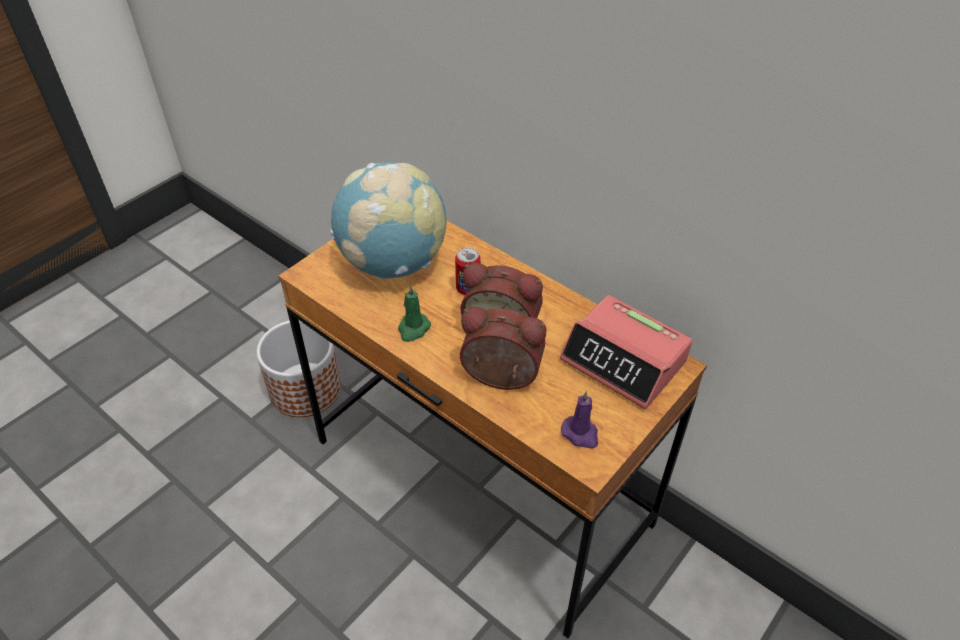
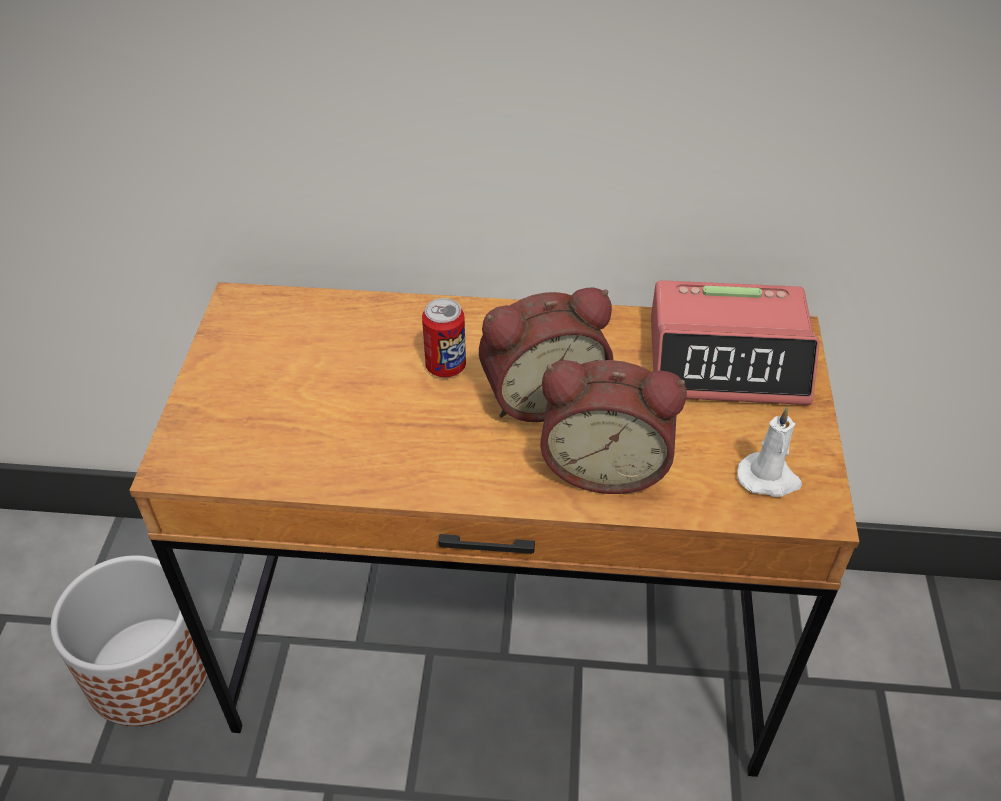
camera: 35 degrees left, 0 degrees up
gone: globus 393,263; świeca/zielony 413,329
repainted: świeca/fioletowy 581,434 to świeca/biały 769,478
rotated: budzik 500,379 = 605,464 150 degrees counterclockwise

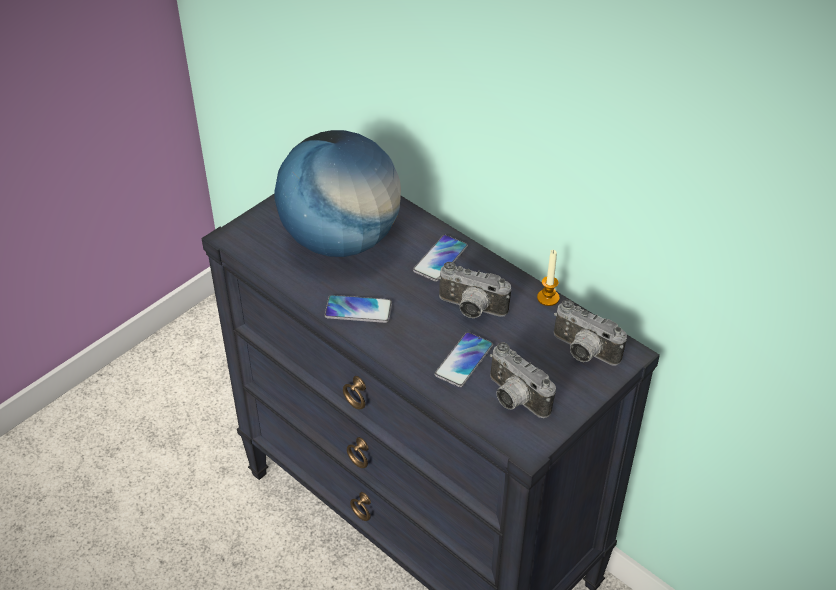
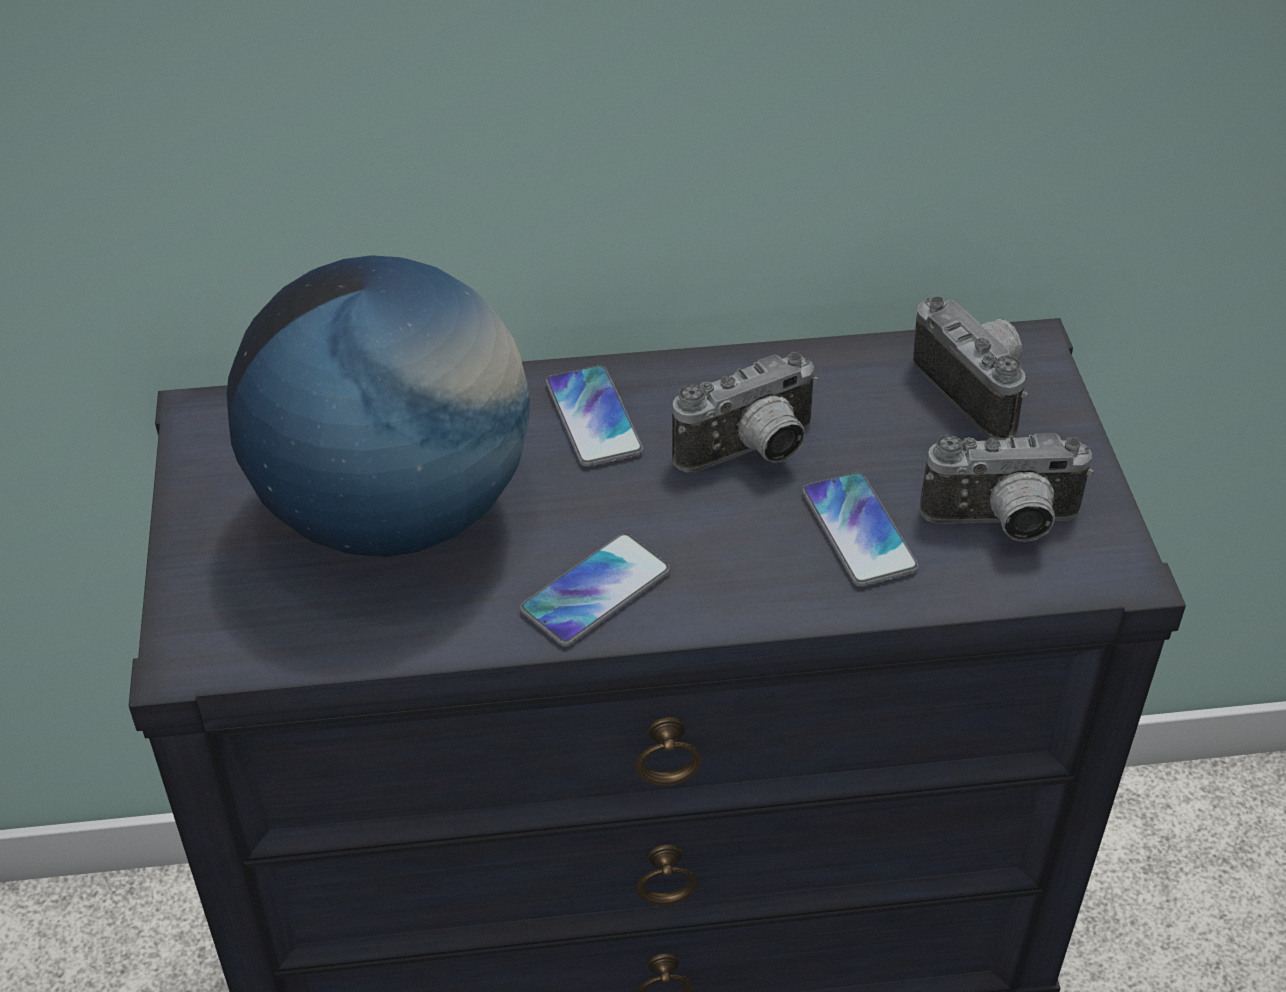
camera: 50 degrees left, 0 degrees up
gone: świeca 548,298
rotated: aparat fotograficzny 582,352 = 978,390 105 degrees counterclockwise

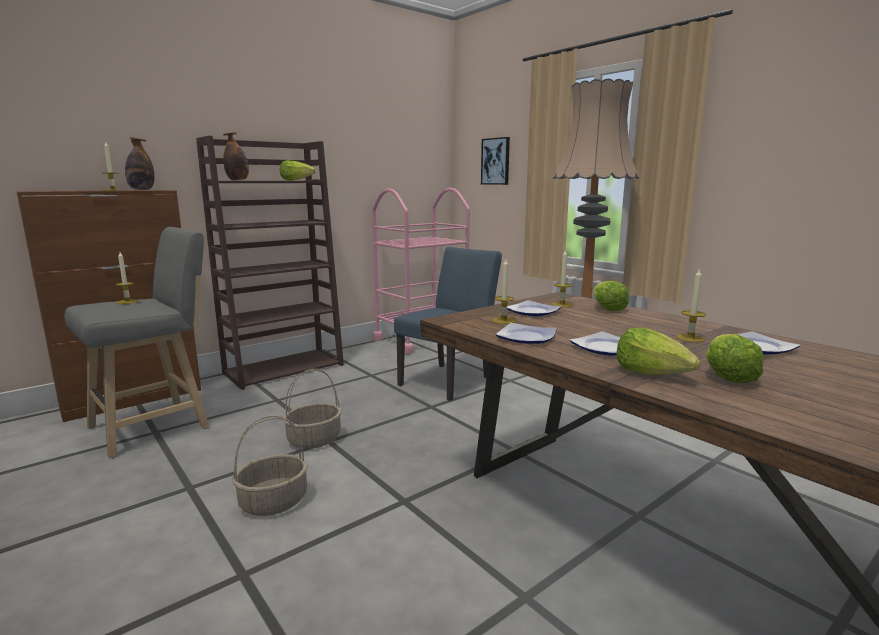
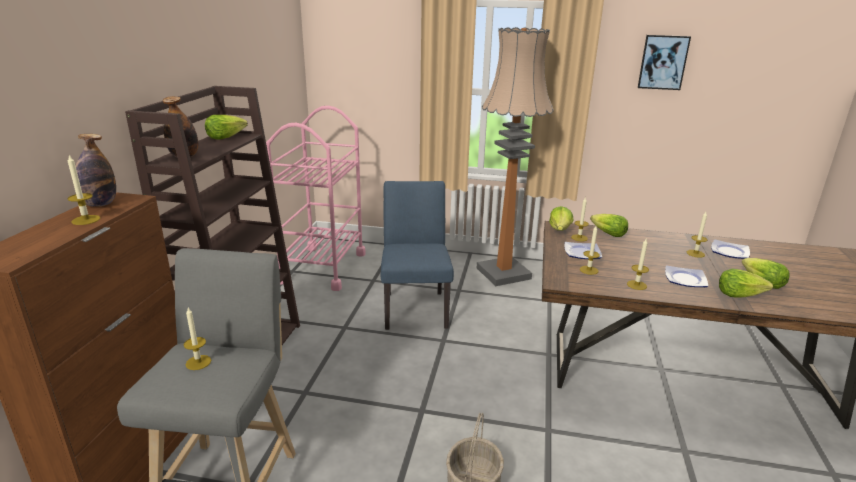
camera: 40 degrees left, 10 degrees up
gone: koszyk 314,440
new: sałata 560,229
shifted: obraz 496,161 to 663,62
swapped: talerz 527,338 to świeca 636,285

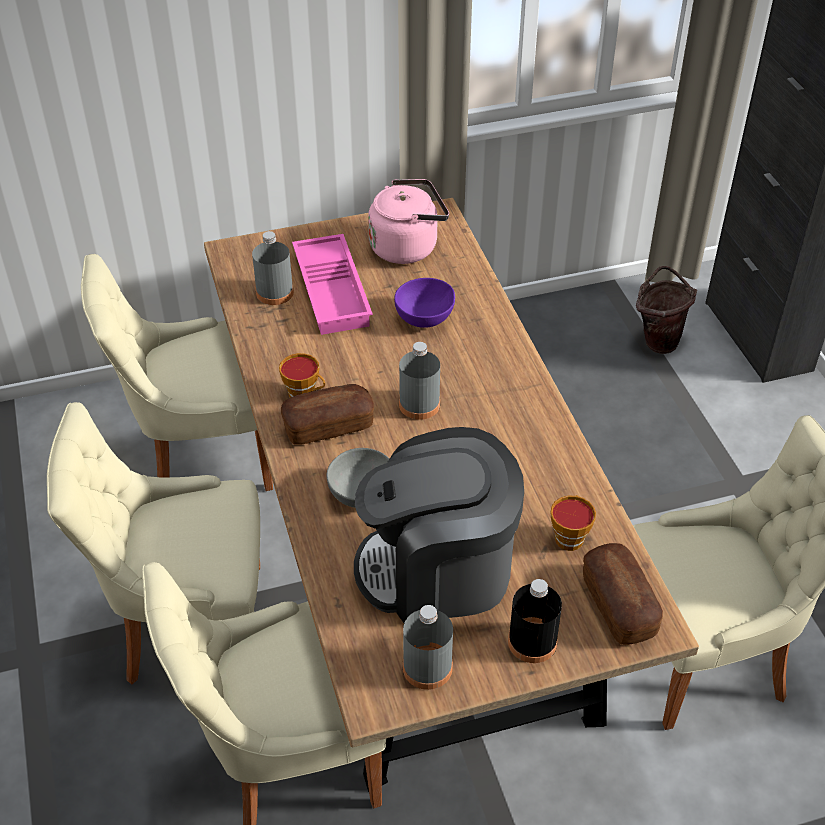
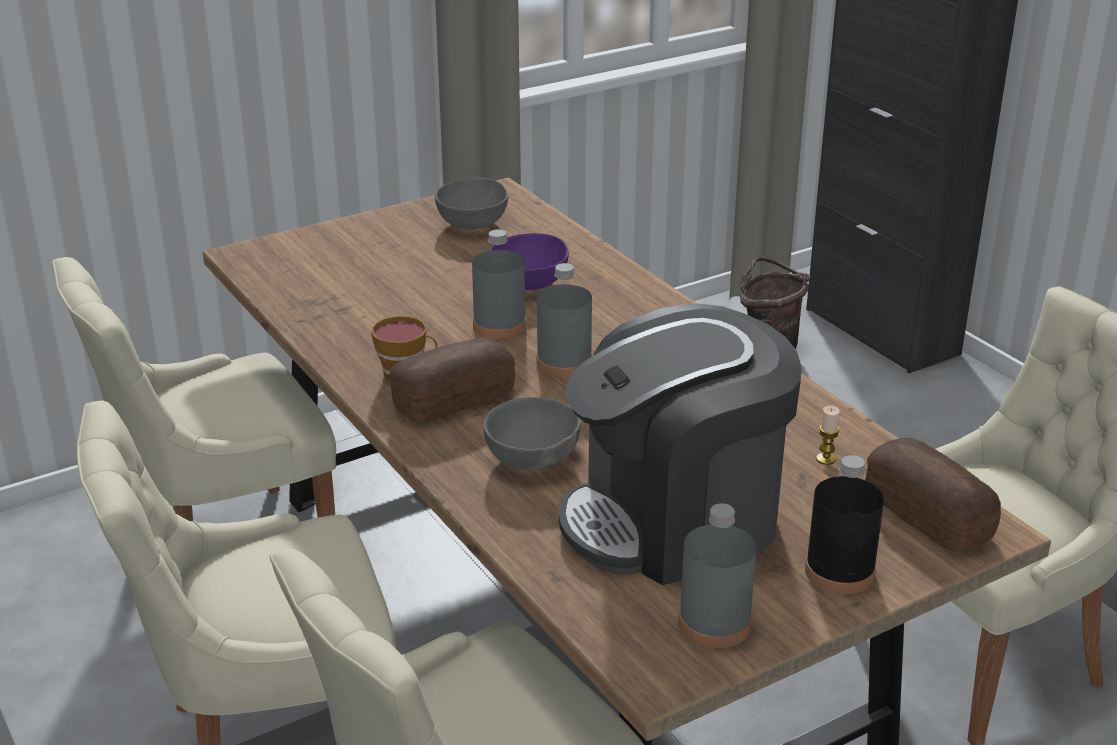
camera: 15 degrees left, 15 degrees down
gone: taca/różowy 334,291
shifted: butelka/szary 274,292 to 499,326
swapped: czajnik/różowy 407,246 to miska/szary 474,224; filiżanka 569,536 to świeca 826,459

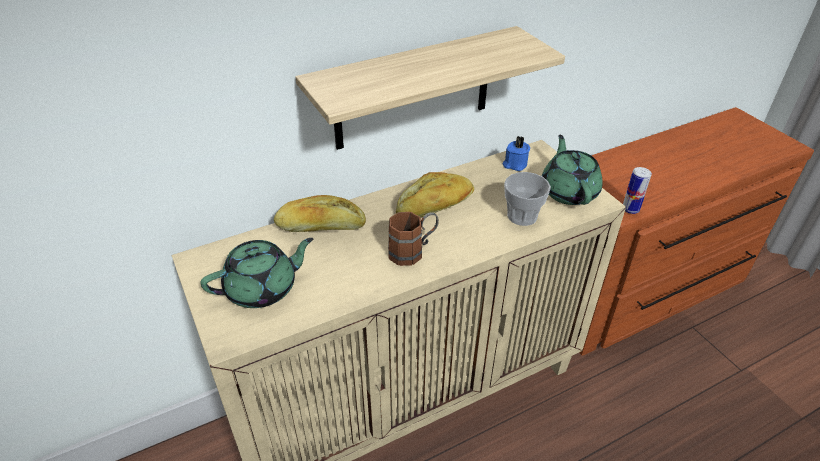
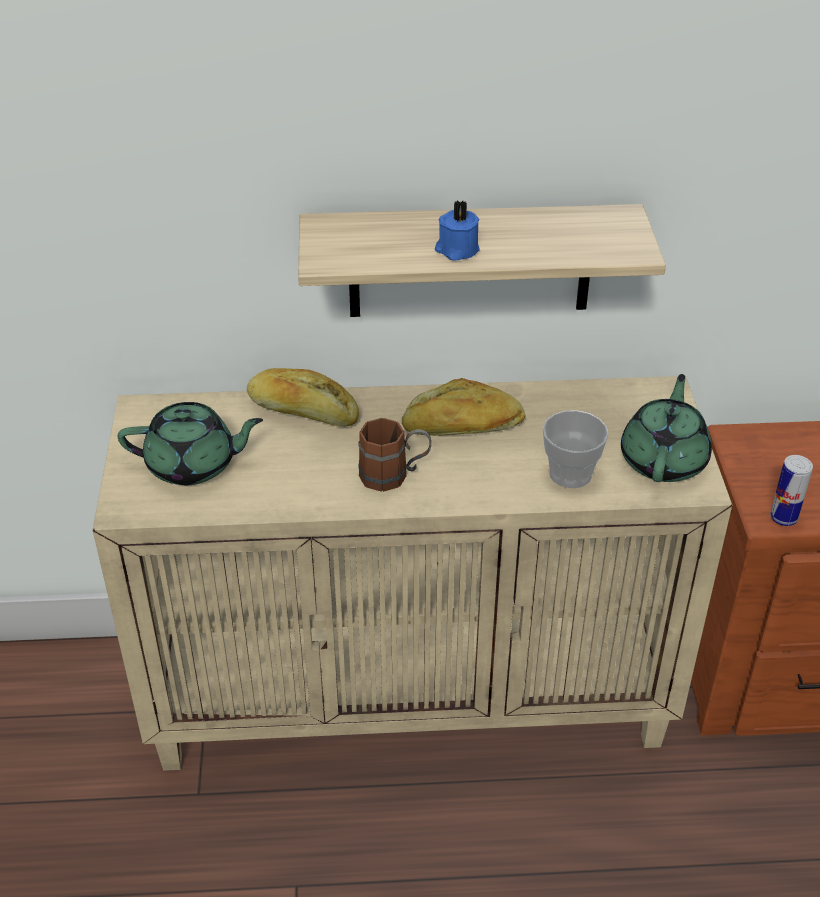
camera: 25 degrees right, 0 degrees up
shifted: świeca/niebieski 514,164 to 456,250

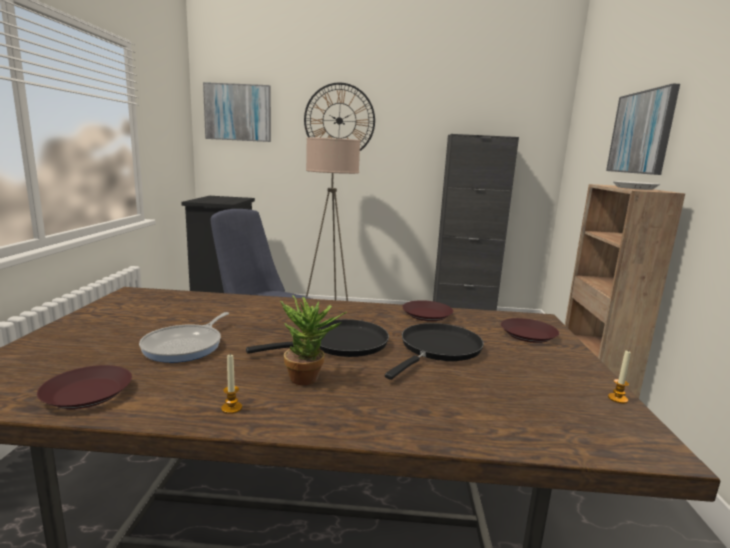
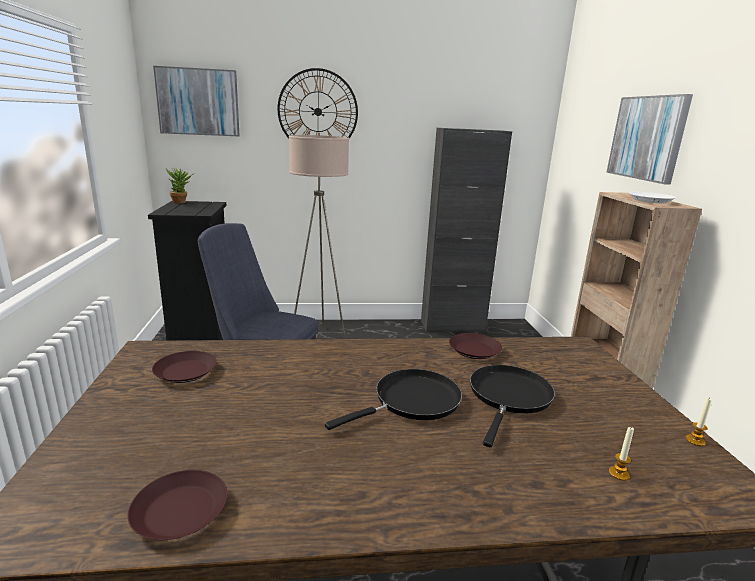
camera: 10 degrees left, 5 degrees up
gone: patelnia 186,346
shifted: roślina doniczkowa 310,378 to 182,202; talerz/brązowy 528,334 to 186,371; świeca 231,408 to 618,474

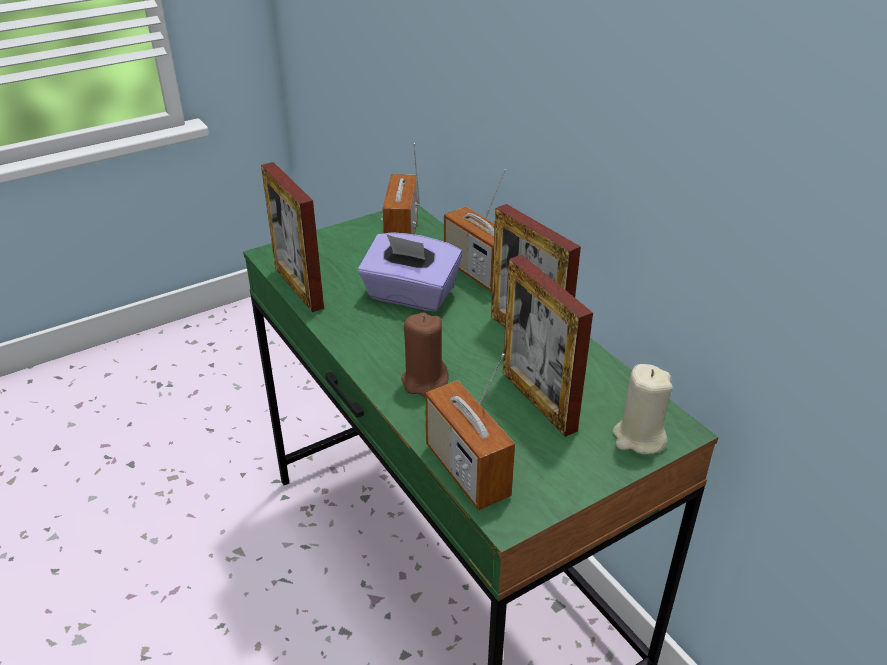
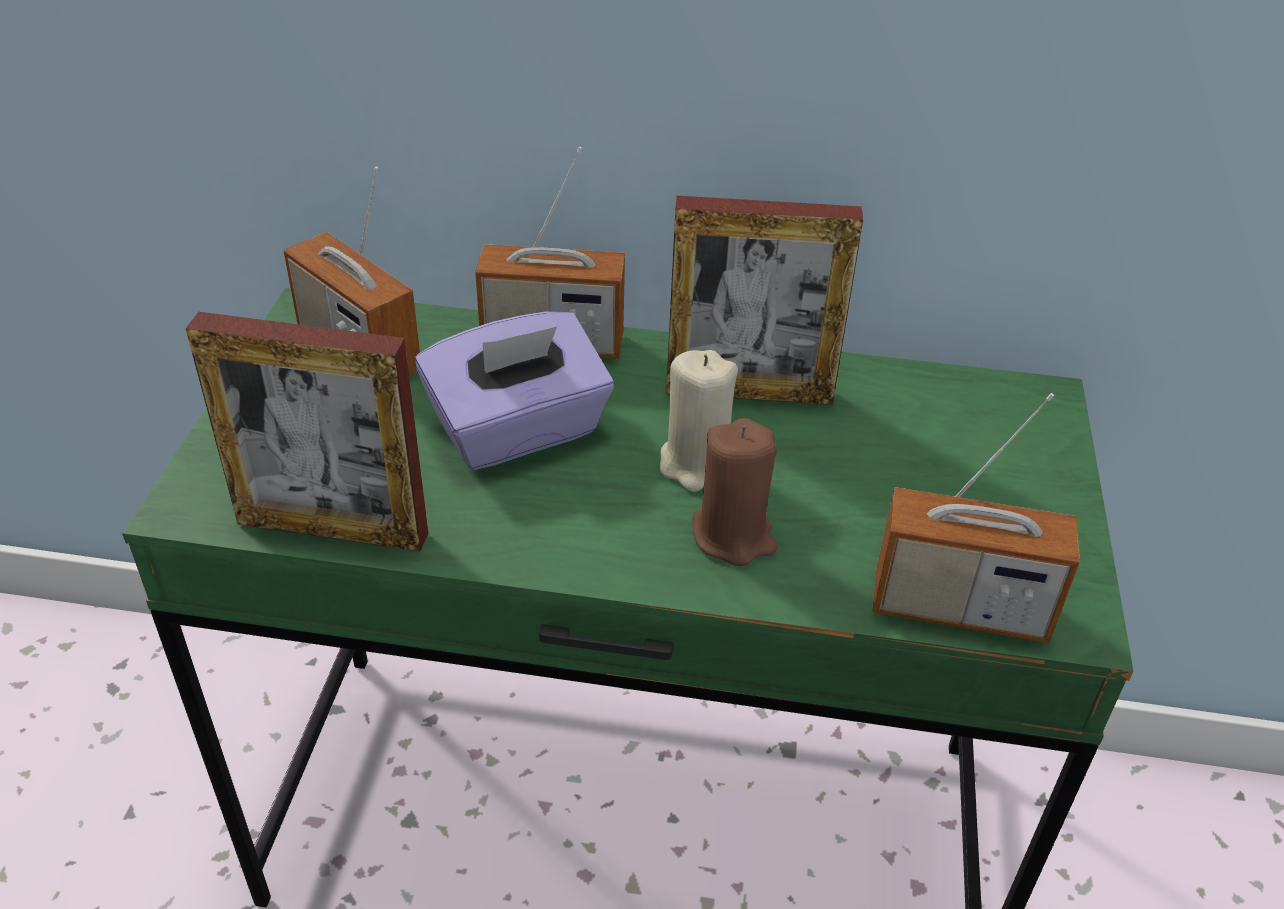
camera: 50 degrees left, 5 degrees up
gone: ramka na zdjęcie 538,401
shifted: świeca/beżowy 639,438 to 697,463

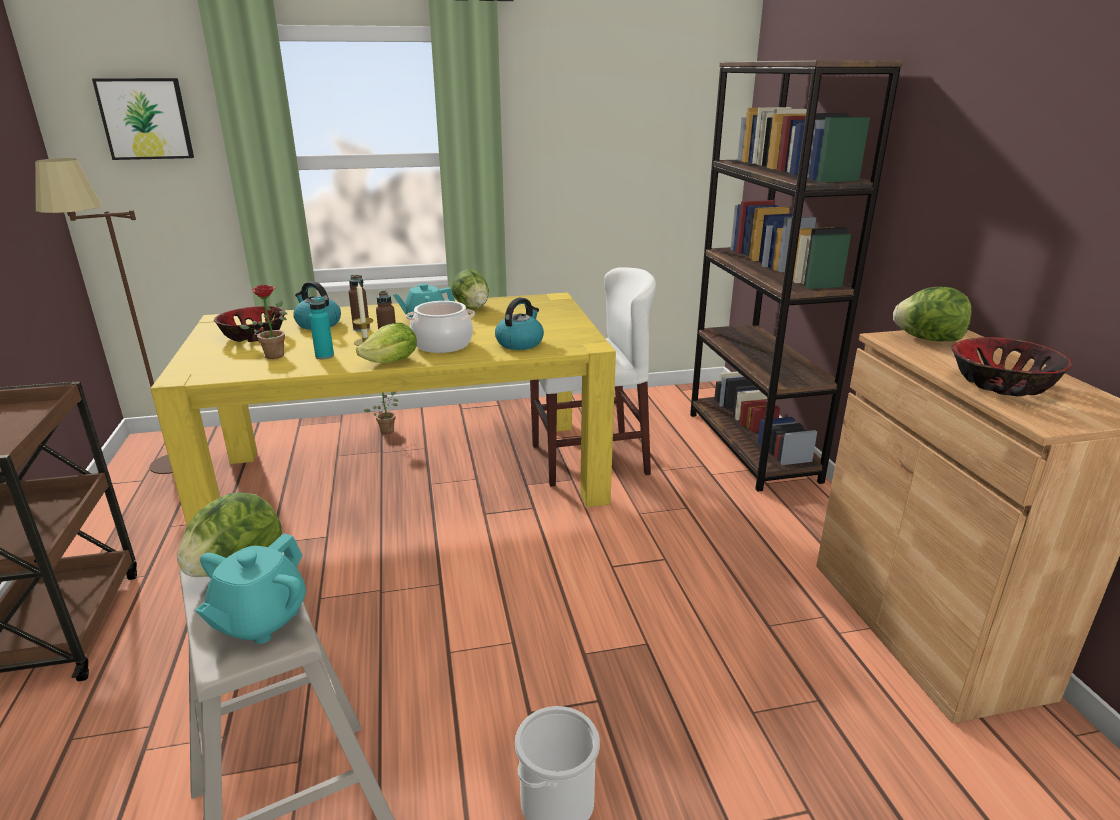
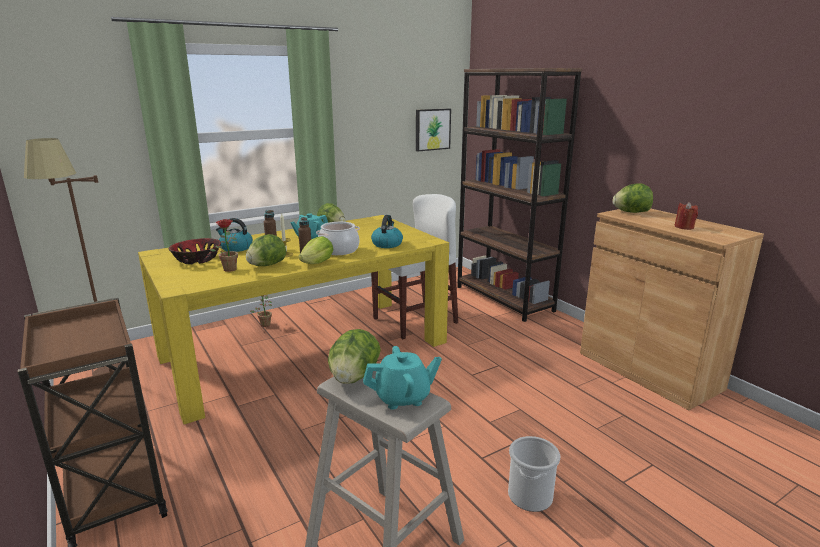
camera: 20 degrees left, 5 degrees down
shifted: obraz 146,119 to 432,129
swapped: butelka/turkusowy 324,356 to sałata 267,265; miska 1001,384 to świeca/czerwony 684,227
rotated: imbryk/turkusowy 260,620 = 403,398 105 degrees counterclockwise

